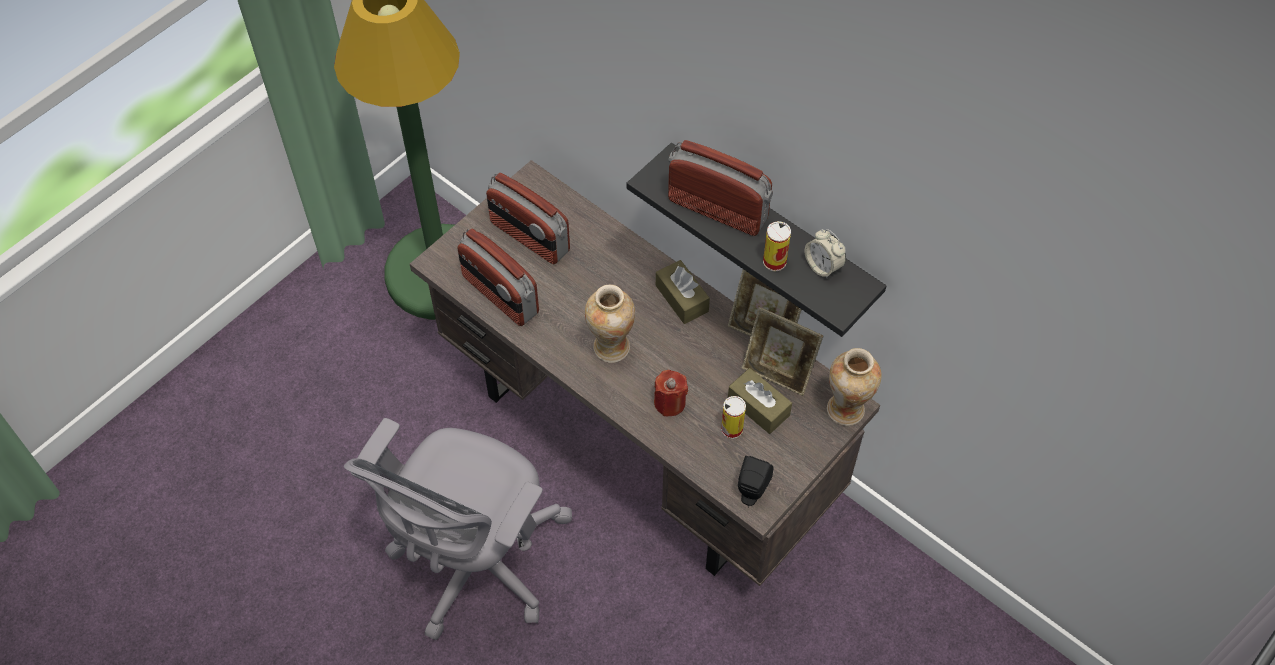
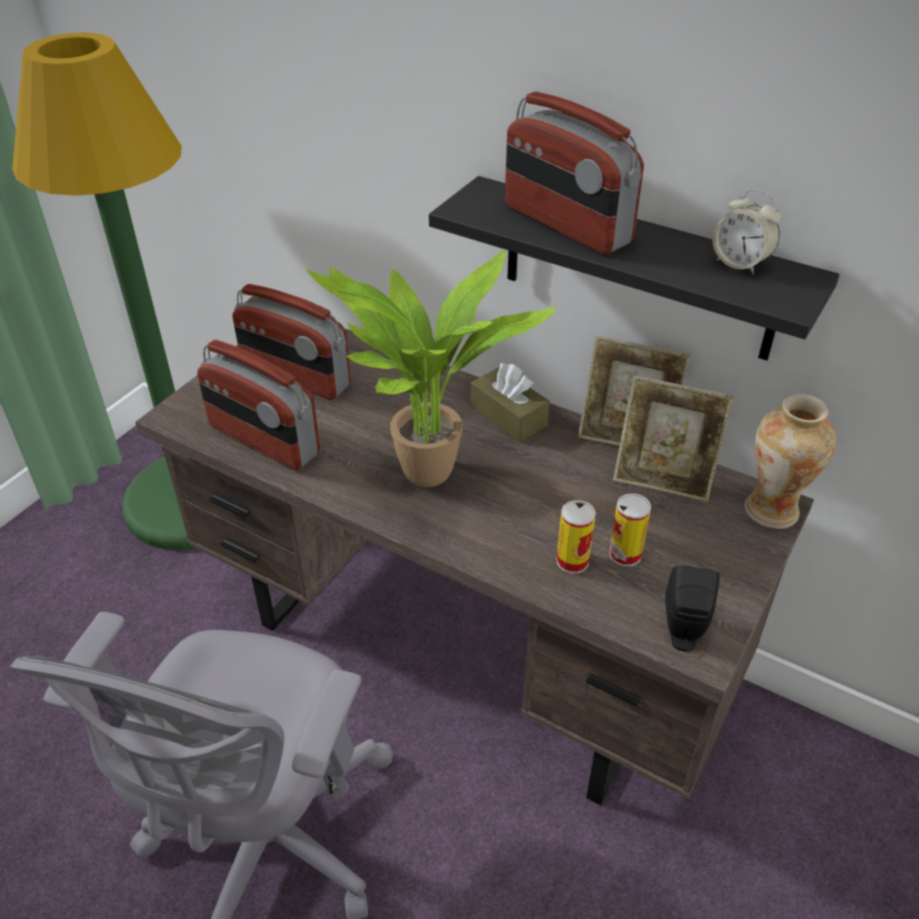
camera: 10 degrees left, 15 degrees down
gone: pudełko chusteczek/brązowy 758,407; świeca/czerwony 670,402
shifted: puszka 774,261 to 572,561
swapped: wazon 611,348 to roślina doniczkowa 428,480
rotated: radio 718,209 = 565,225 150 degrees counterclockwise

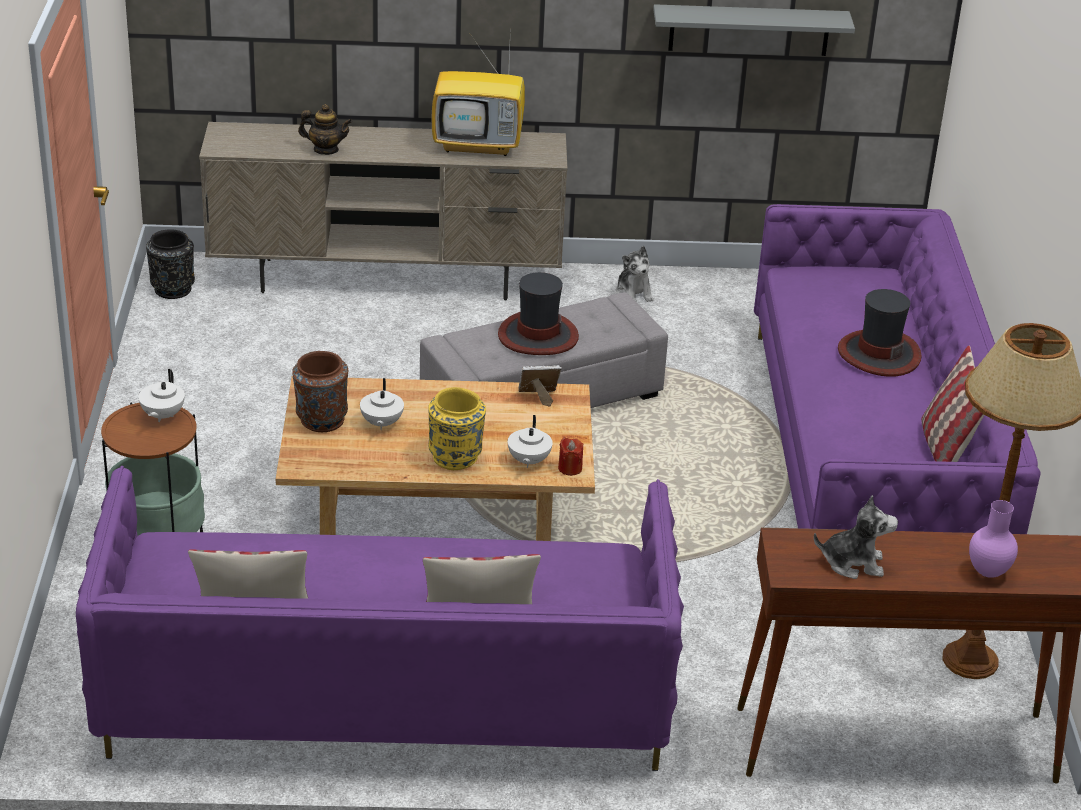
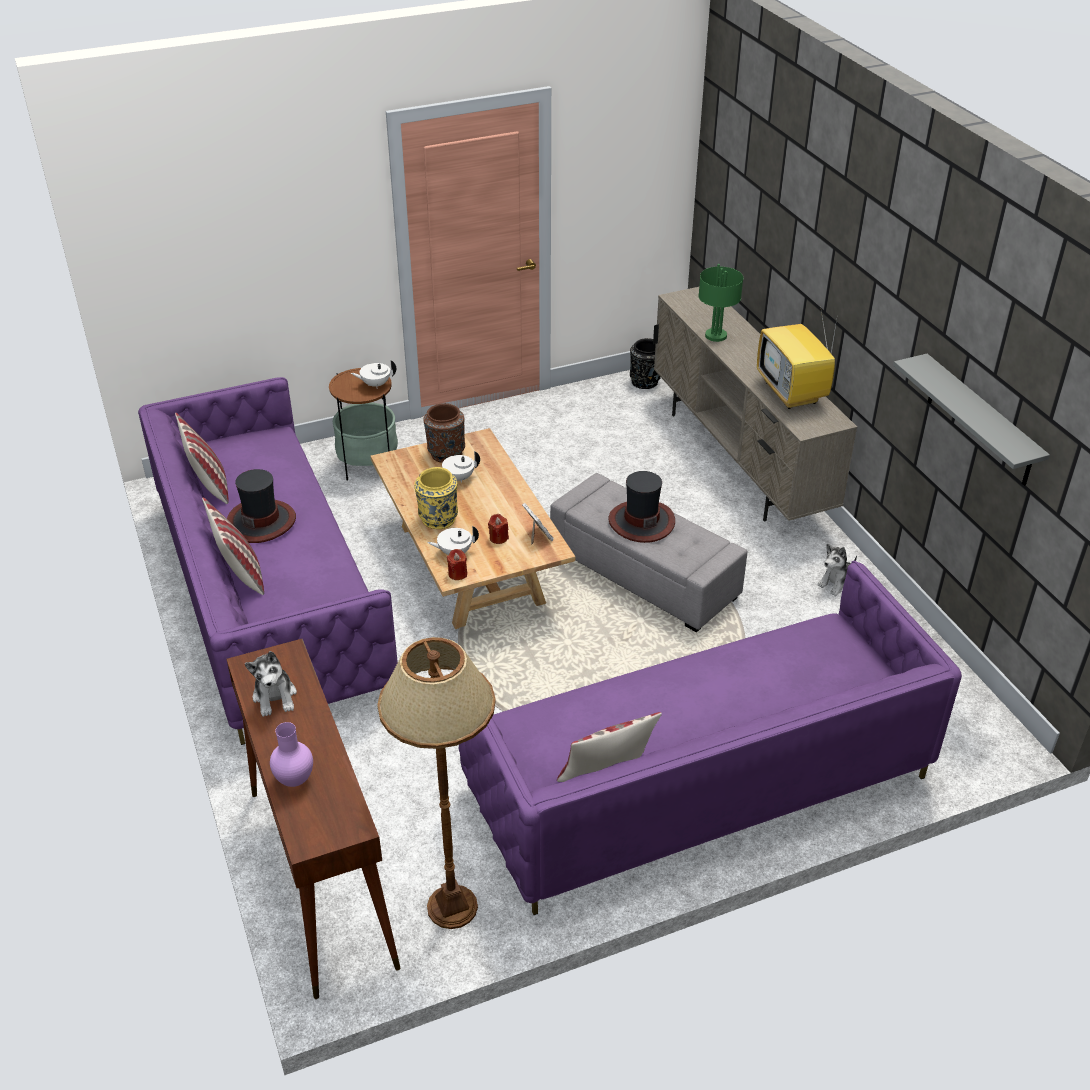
camera: 70 degrees right, 5 degrees up
new: świeca/czerwony 498,538
shifted: kapelusz 878,354 to 261,521
swapped: imbryk 326,150 to lampa stołowa/zielony 716,335

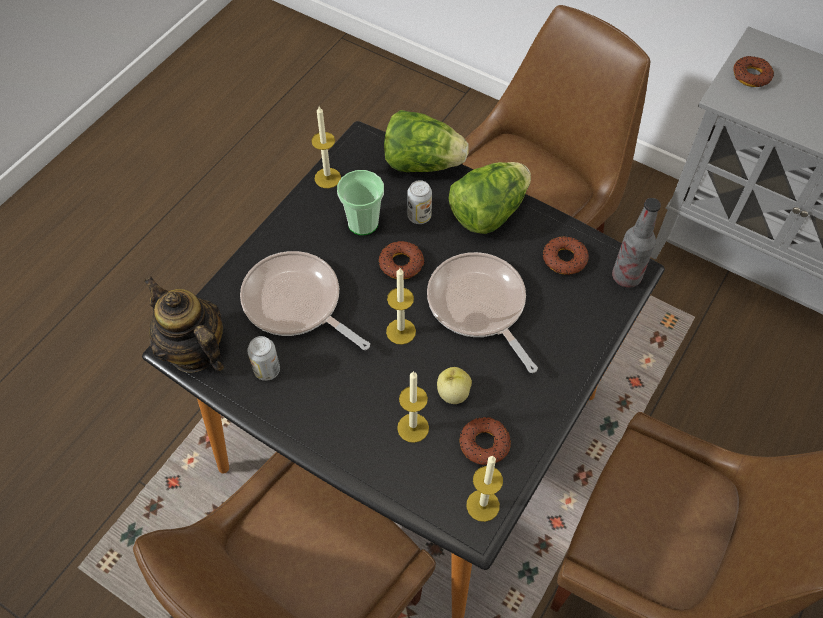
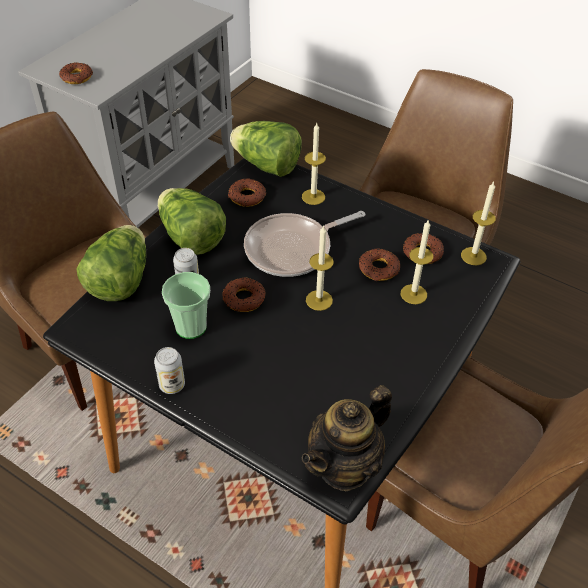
camera: 90 degrees left, 10 degrees down
gone: patelnia 296,303
shifted: świeca 327,178 to 313,197; puszka 267,370 to 172,385
swapped: butelka 626,277 to sałata 267,166; jabłko 453,393 to donut 379,269

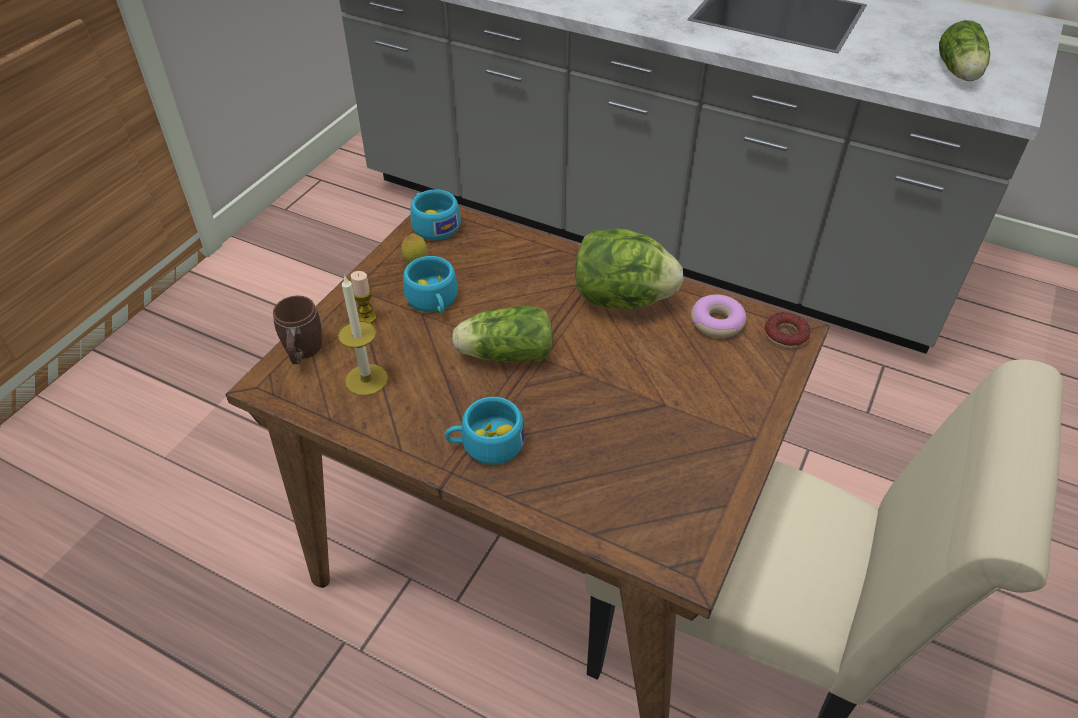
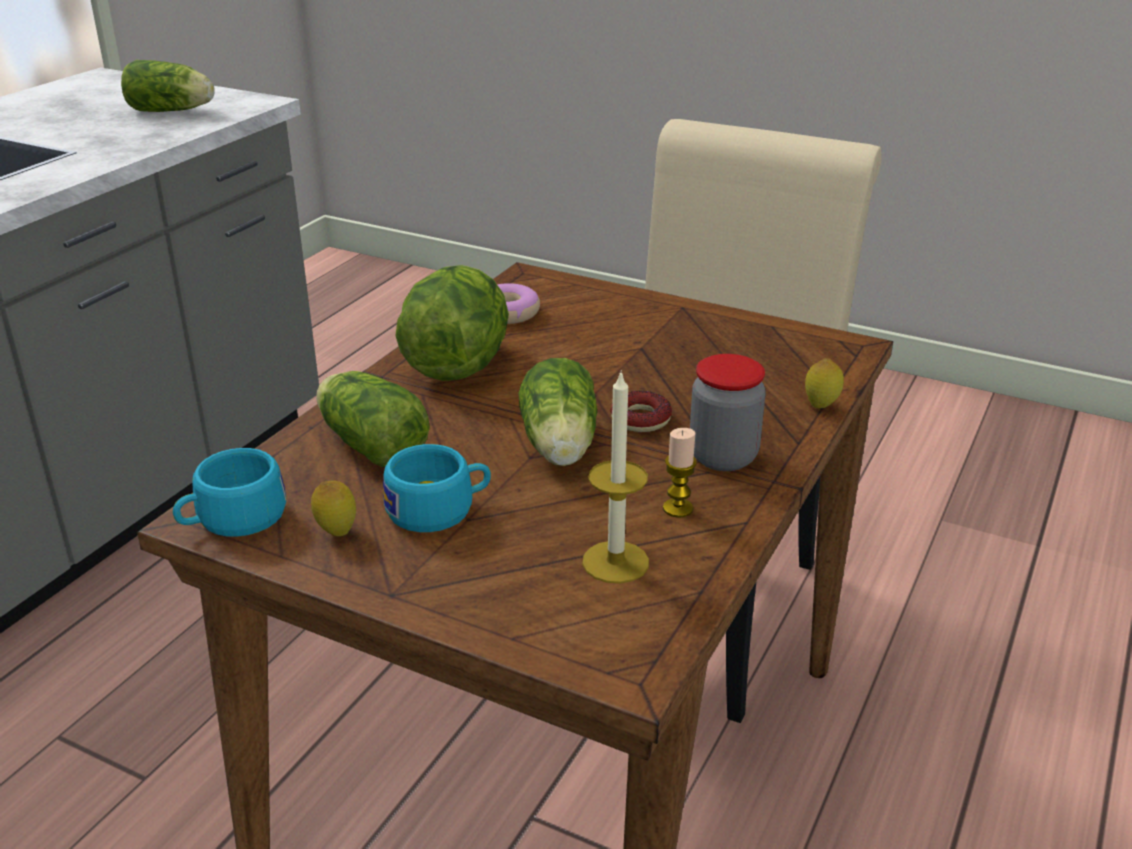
camera: 90 degrees left, 15 degrees down
gone: kubek/brązowy 302,353
new: cytryna 821,406; sałata 369,444
shifted: świeca 366,318 to 678,508; donut 786,335 to 640,419
swapped: filiżanka/turkusowy 485,444 to słoik 723,457

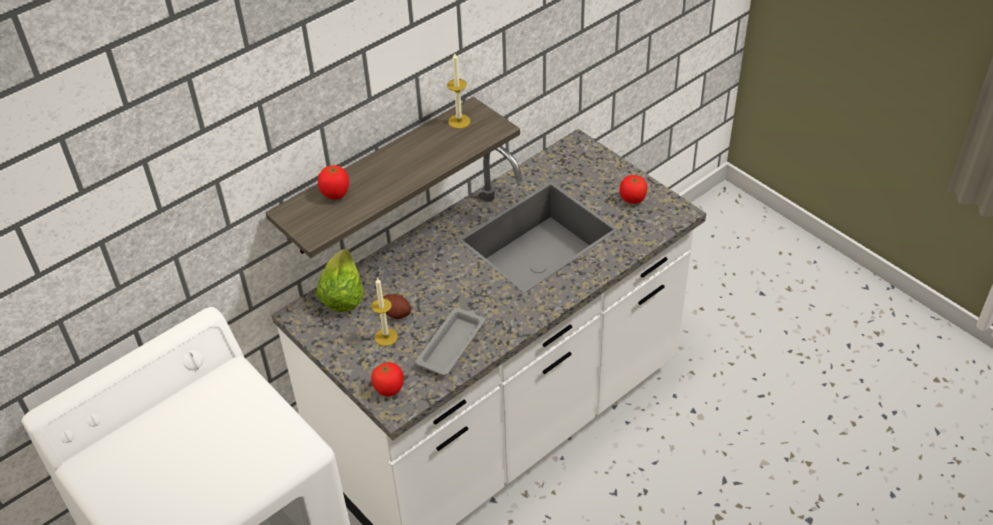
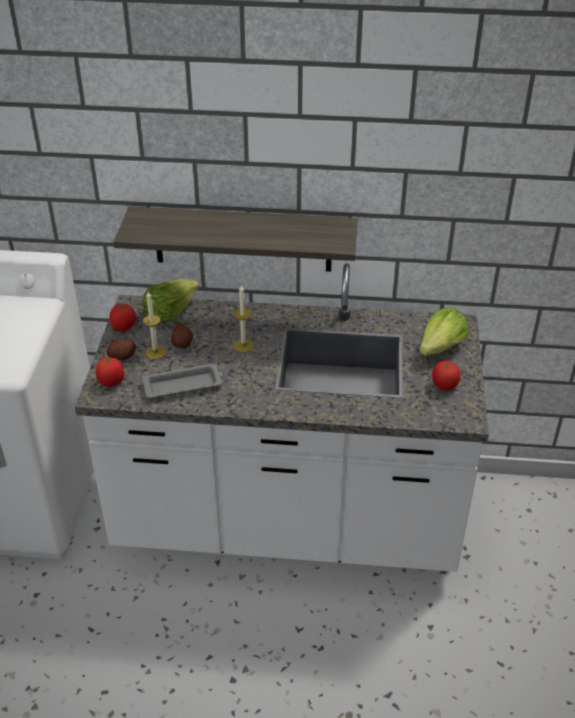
camera: 45 degrees right, 5 degrees down
new: sałata 441,347; ziemniak 122,357
shifted: świeca 459,121 to 243,345; pomidor 335,194 to 123,327

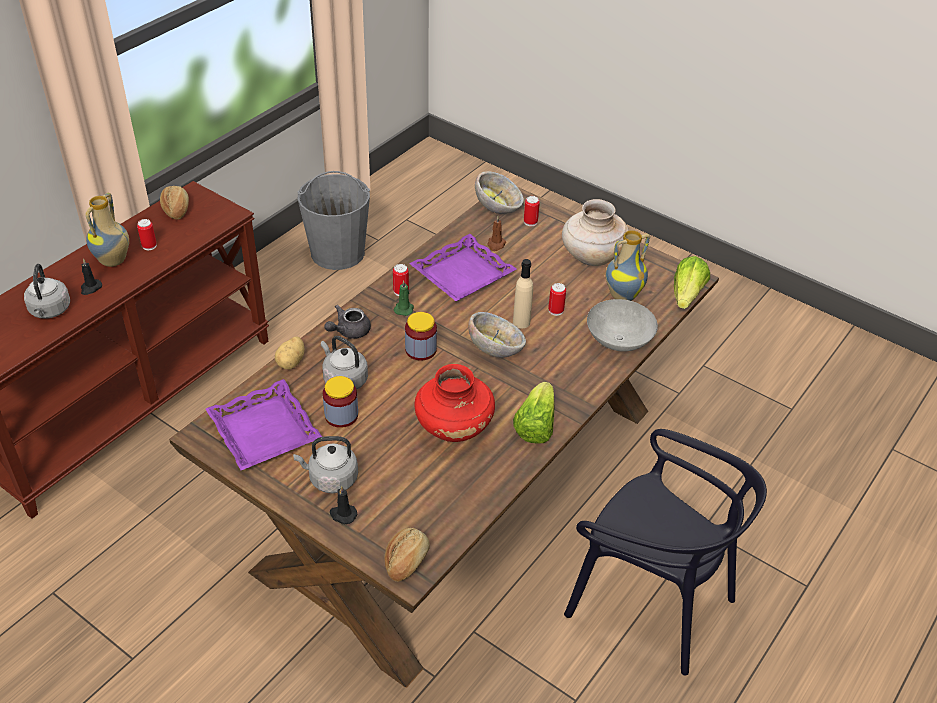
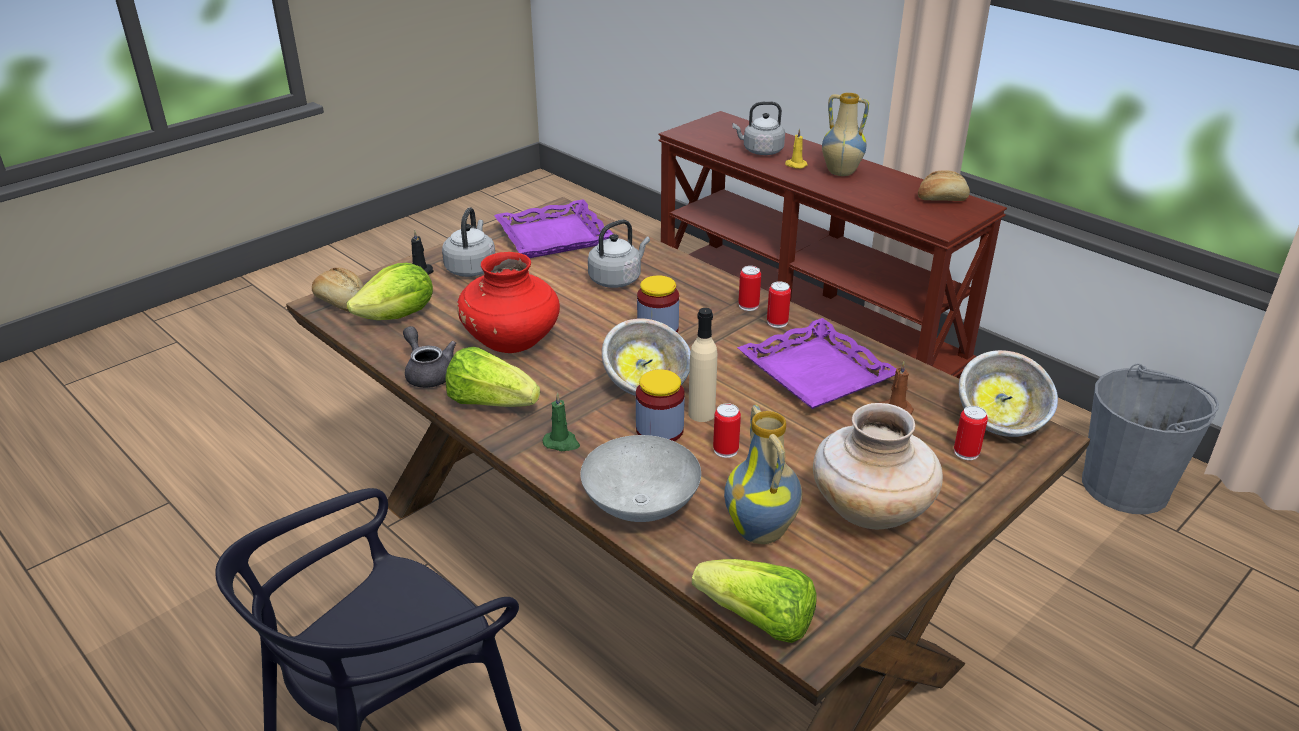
camera: 100 degrees right, 10 degrees down
gone: ziemniak 292,362
new: sałata 398,316
shifted: puszka 149,246 to 748,306; świeca/zielony 404,309 to 562,443; imbryk/szary 349,331 to 428,373; słoik 341,415 to 659,430
repainted: świeca/czarny 90,288 to świeca/żółty 795,165

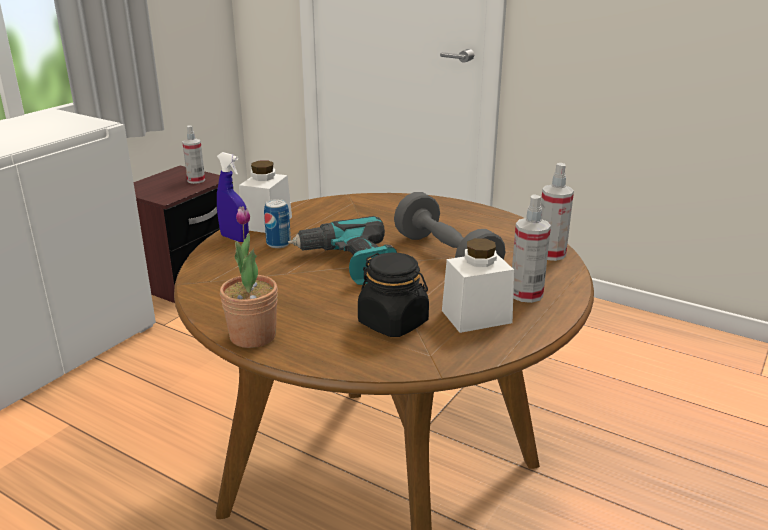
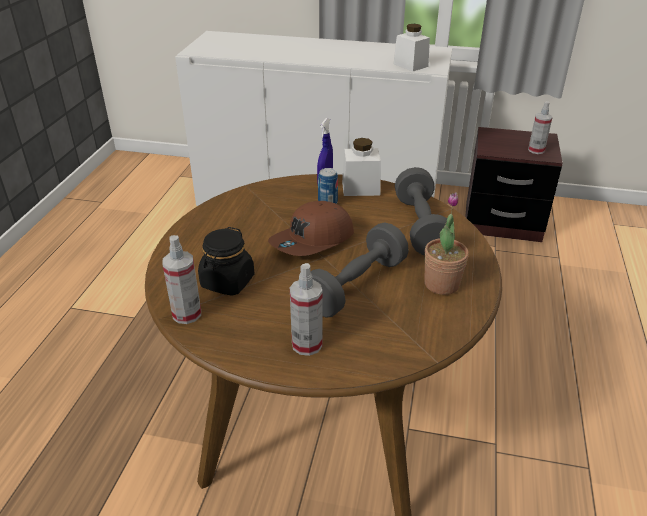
camera: 70 degrees right, 10 degrees up
new: hantel/szary 420,226
shifted: spryskiwacz 550,254 to 187,314; roślina doniczkowa 253,336 to 441,284; słoik/biały 476,316 to 410,65
swapped: wiertarka 349,263 to czapka z daszkiem/brązowy 313,241

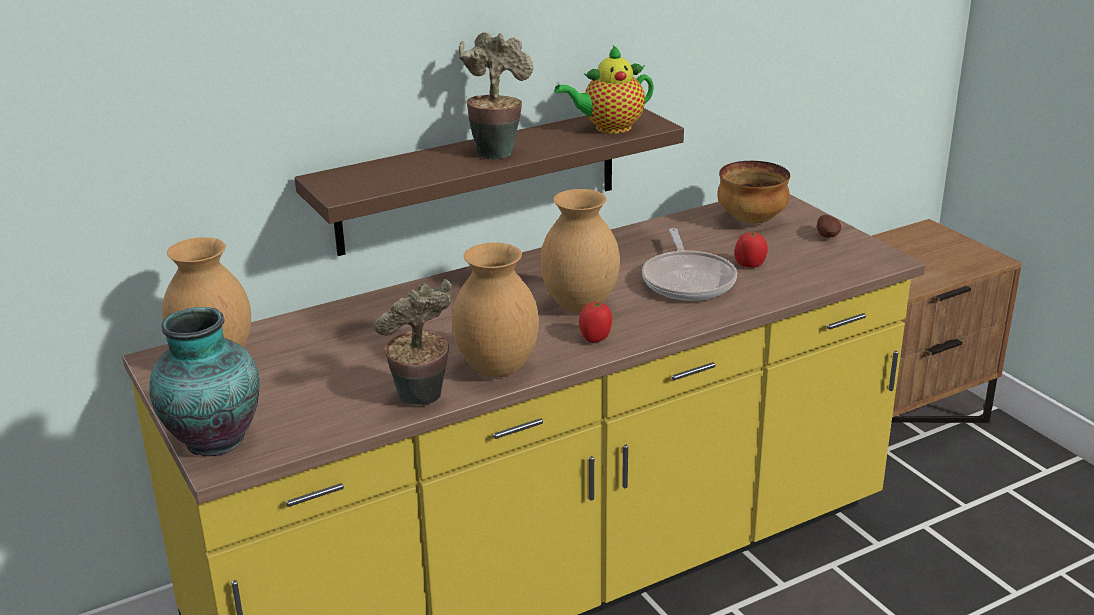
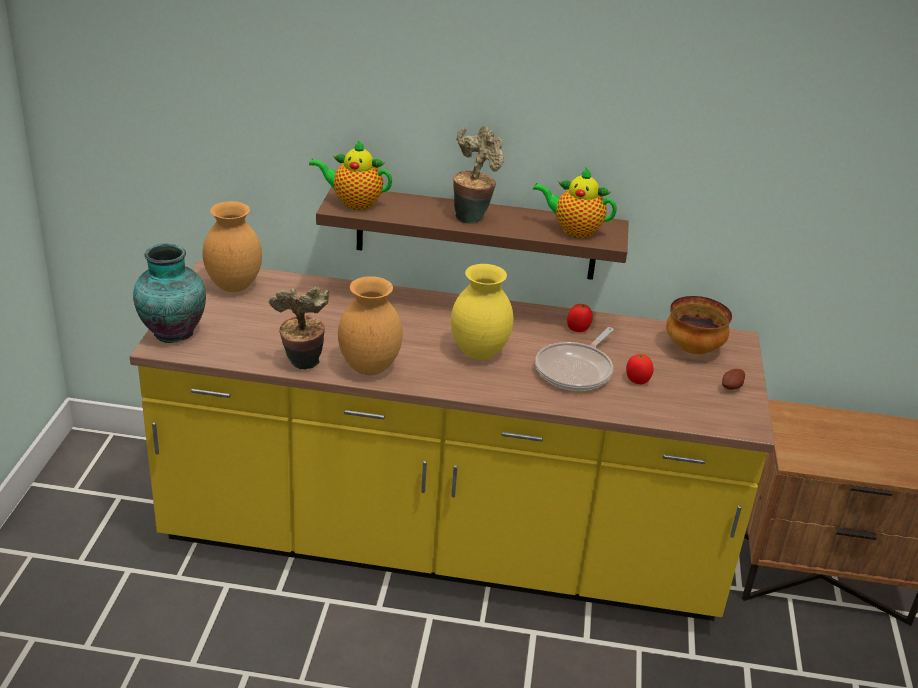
camera: 35 degrees right, 5 degrees up
new: imbryk 354,203
shifted: pomidor 595,338 to 578,329
repainted: wazon/brązowy 581,305 to wazon/żółty 480,353

